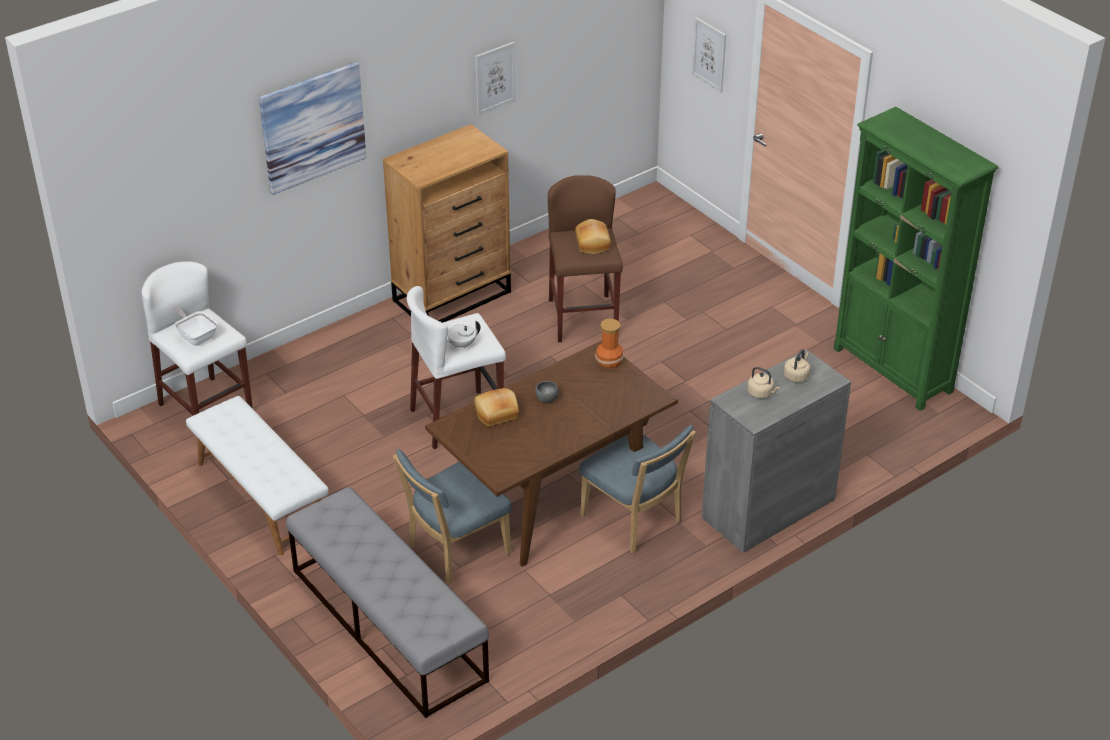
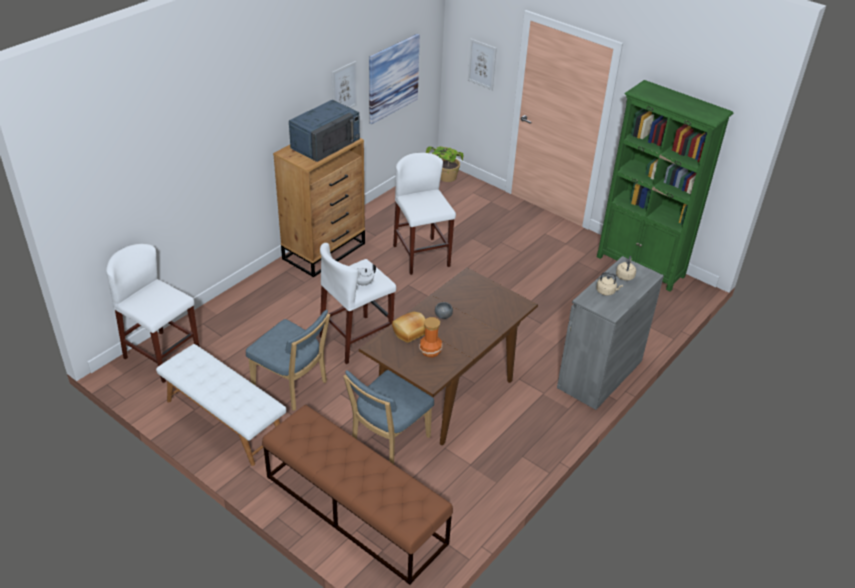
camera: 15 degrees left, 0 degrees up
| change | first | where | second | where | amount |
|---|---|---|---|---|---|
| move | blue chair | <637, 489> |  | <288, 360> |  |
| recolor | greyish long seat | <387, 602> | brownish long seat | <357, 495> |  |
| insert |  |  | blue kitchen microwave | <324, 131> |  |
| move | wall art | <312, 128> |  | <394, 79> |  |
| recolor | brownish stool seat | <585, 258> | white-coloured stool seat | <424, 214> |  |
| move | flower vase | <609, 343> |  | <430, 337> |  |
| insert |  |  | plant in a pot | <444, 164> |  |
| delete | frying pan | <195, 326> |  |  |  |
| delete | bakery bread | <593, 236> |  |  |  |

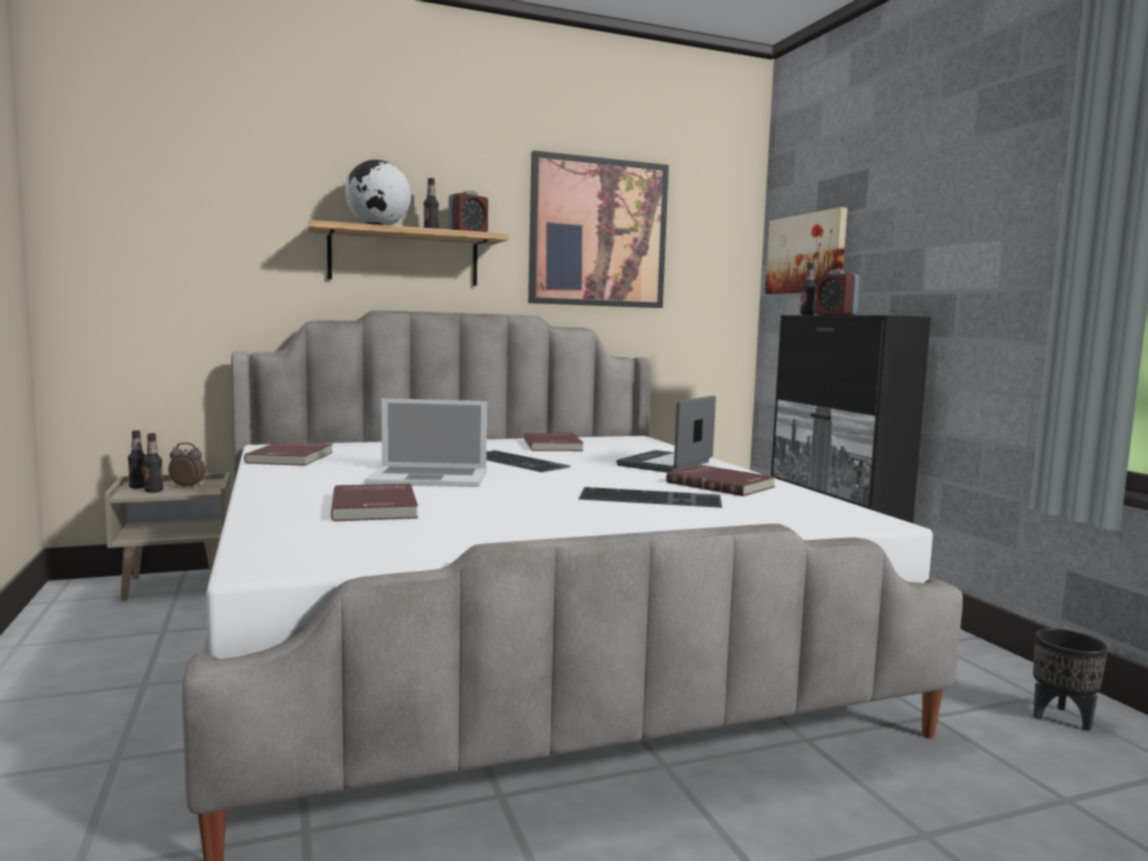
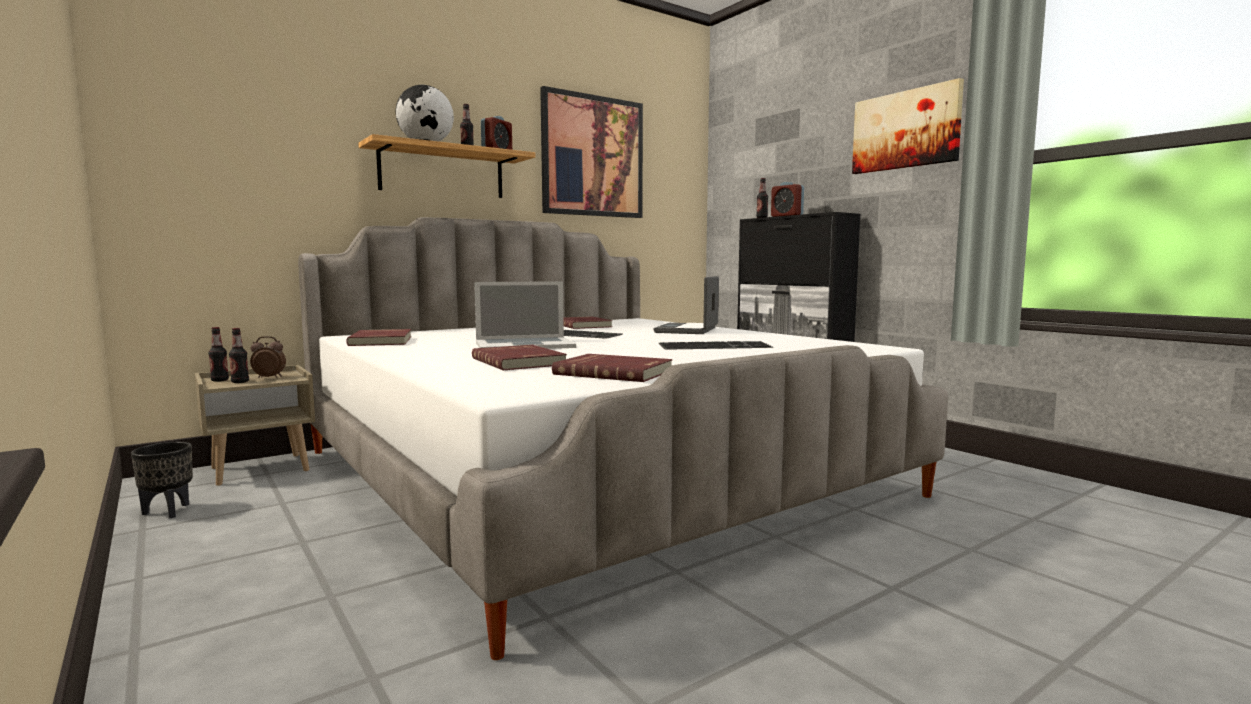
camera: 15 degrees left, 0 degrees up
| change | first | where | second | where | amount |
|---|---|---|---|---|---|
| move | black-coloured flower pot | <1070, 679> |  | <162, 480> |  |
| move | red bound book | <721, 480> |  | <612, 368> |  |
| move | wall art | <806, 250> |  | <908, 126> |  |

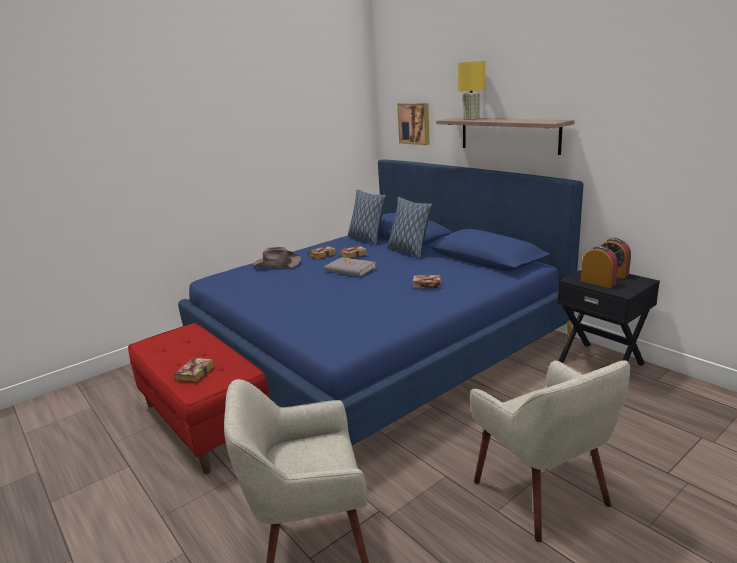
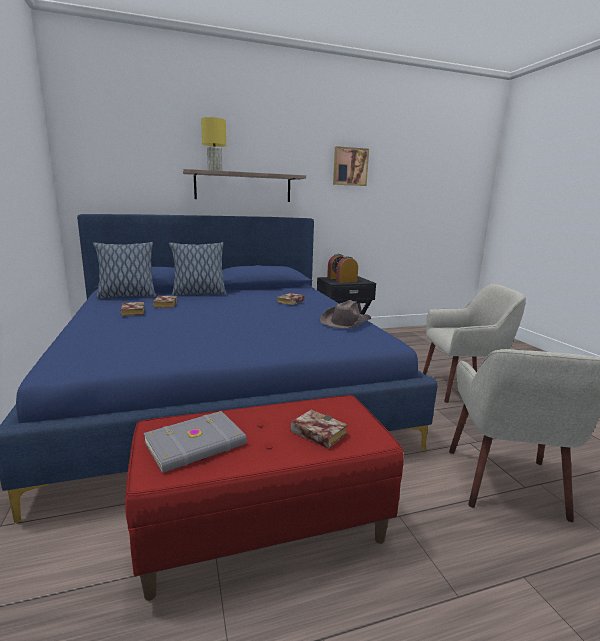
camera: 70 degrees left, 5 degrees down
| change | first | where | second | where | amount |
|---|---|---|---|---|---|
| move | greyish bound book | <350, 267> |  | <195, 442> |  |
| move | brownish hat | <277, 257> |  | <345, 314> |  |
| move | wall art | <413, 124> |  | <351, 166> |  |

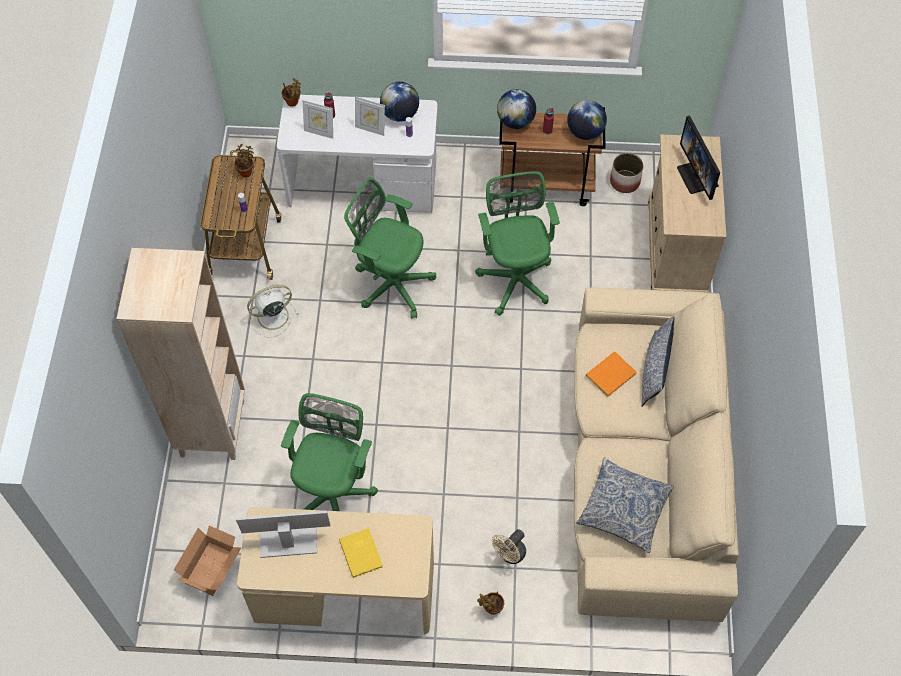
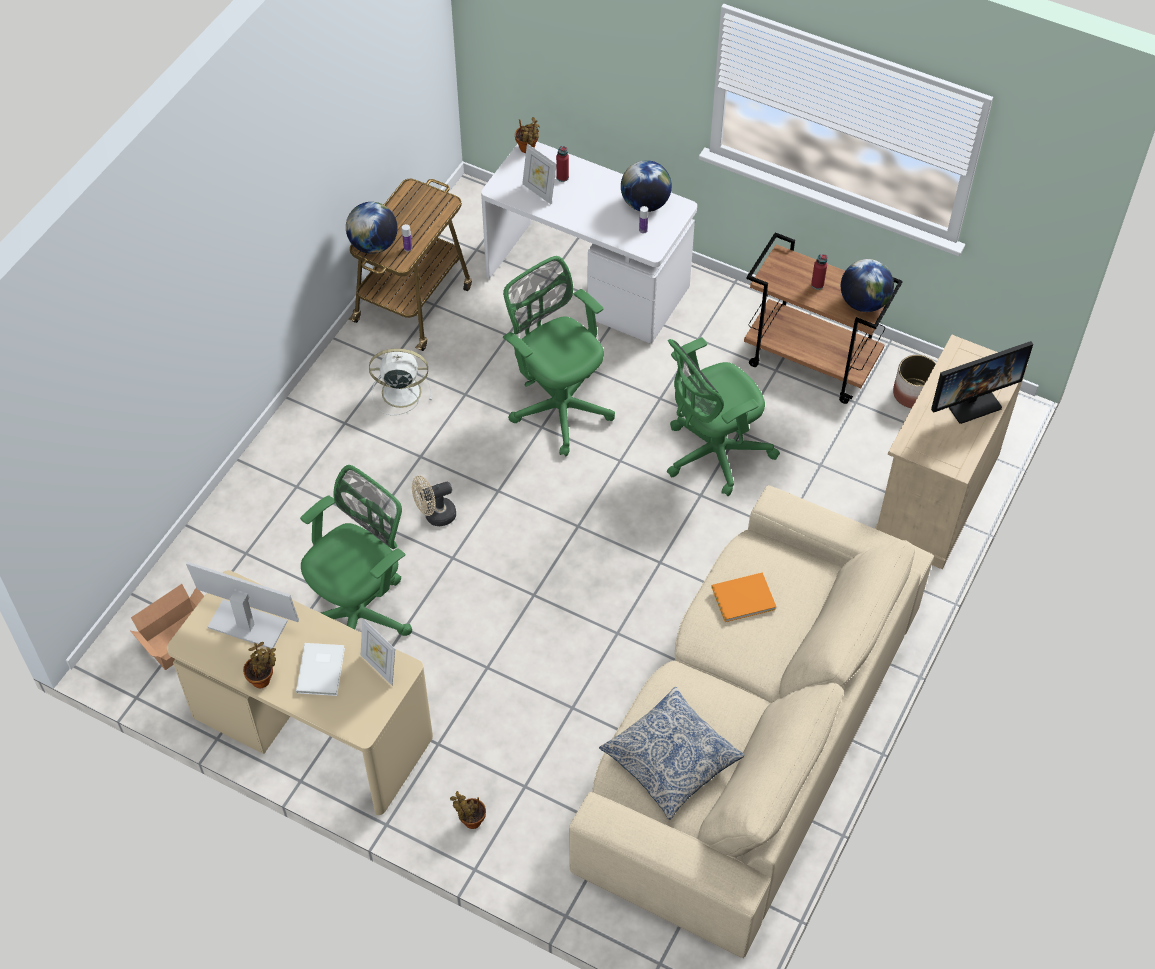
camera: 25 degrees right, 5 degrees down
| change | first | where | second | where | amount |
|---|---|---|---|---|---|
| move | plant in a pot | <244, 160> |  | <259, 665> |  |
| recolor | yellow-coloured bound book | <361, 553> | white-coloured bound book | <320, 669> |  |
| move | globe | <516, 109> |  | <372, 228> |  |
| move | photo frame | <370, 116> |  | <378, 652> |  |
| move | sand-coloured cooling fan | <509, 546> |  | <434, 500> |  |
| rotate | greenish computer chair | <517, 243> |  | <723, 416> | 135 degrees counterclockwise |
| rotate | computer display | <698, 157> |  | <982, 382> | 120 degrees counterclockwise |
| delete | sand-coloured shelving unit | <180, 354> |  |  |  |
| delete | cushion | <657, 361> |  |  |  |

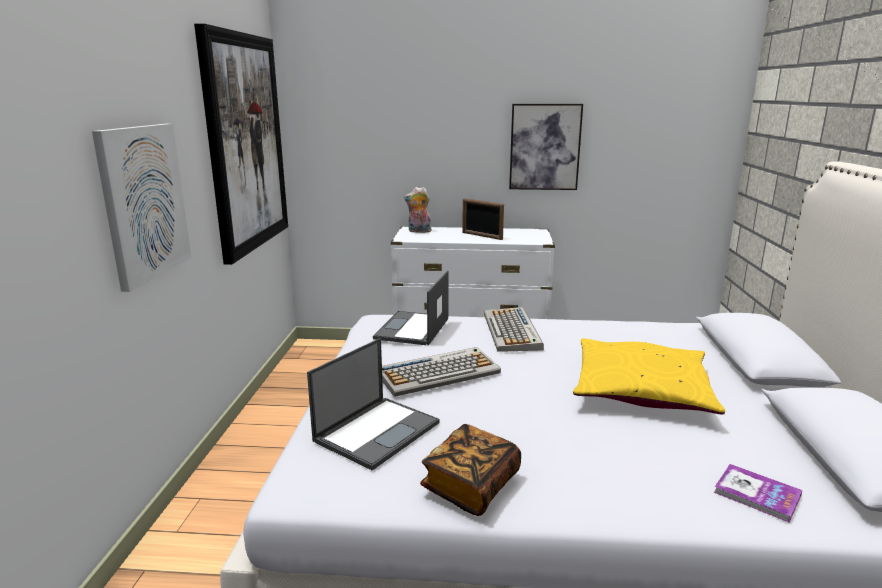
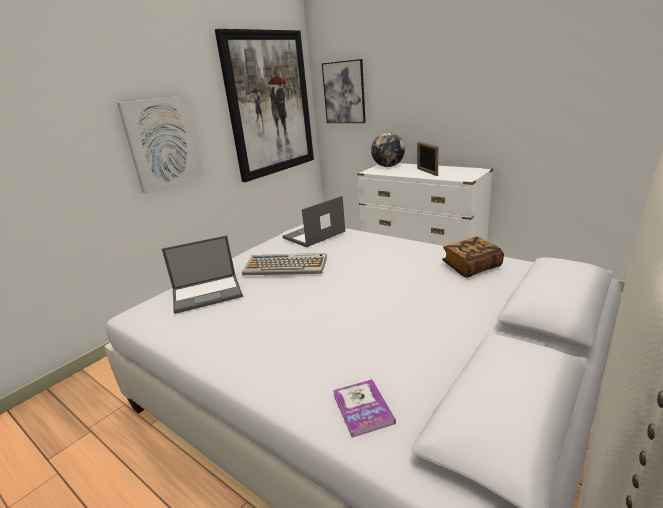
camera: 35 degrees right, 5 degrees up
| change | first | where | second | where | amount |
|---|---|---|---|---|---|
| move | wall art | <546, 147> |  | <344, 91> |  |
| replace | plush toy | <417, 210> | globe | <388, 149> |  |
| move | bound book | <470, 470> |  | <473, 257> |  |
| delete | keyboard | <514, 329> |  |  |  |
| delete | yellow-coloured cushion | <649, 376> |  |  |  |

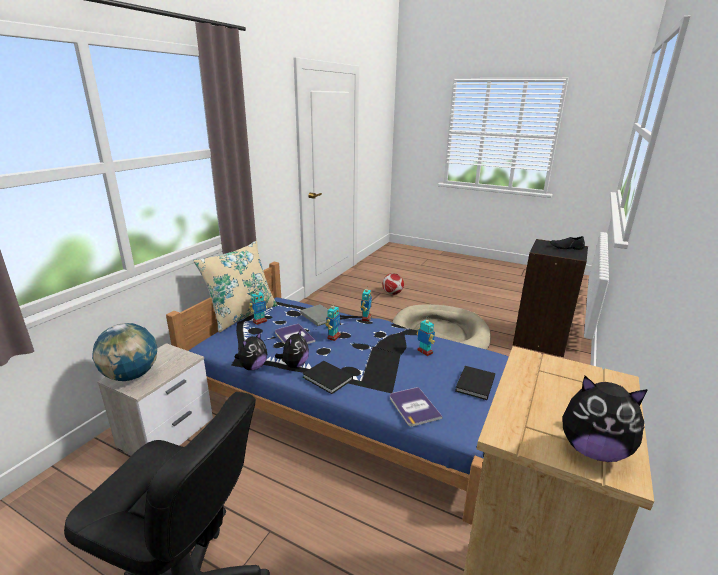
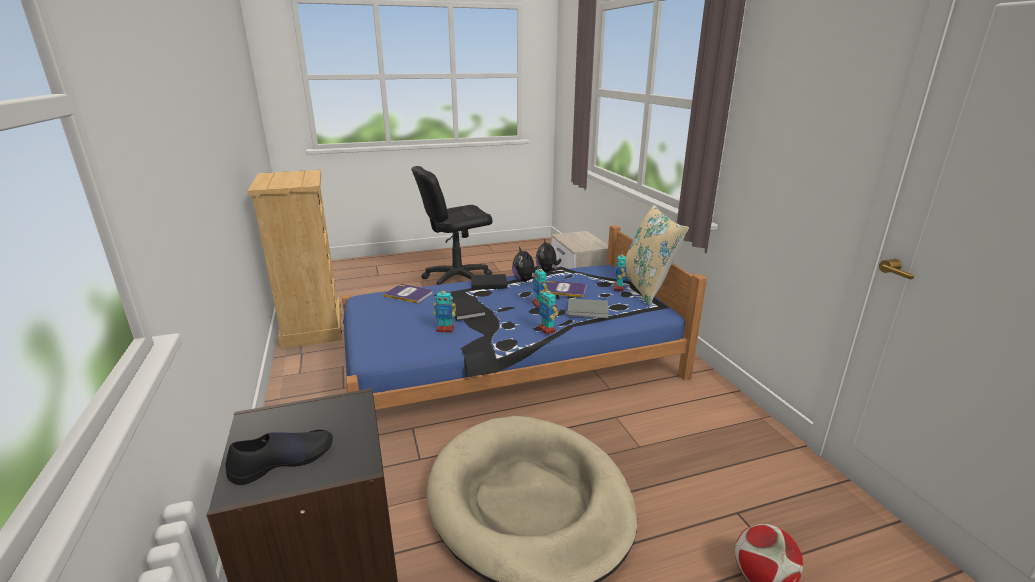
camera: 135 degrees right, 0 degrees up
| change | first | where | second | where | amount |
|---|---|---|---|---|---|
| move | black-coloured bound book | <475, 383> |  | <468, 308> |  |
| delete | globe | <124, 352> |  |  |  |
| delete | plush toy | <605, 419> |  |  |  |

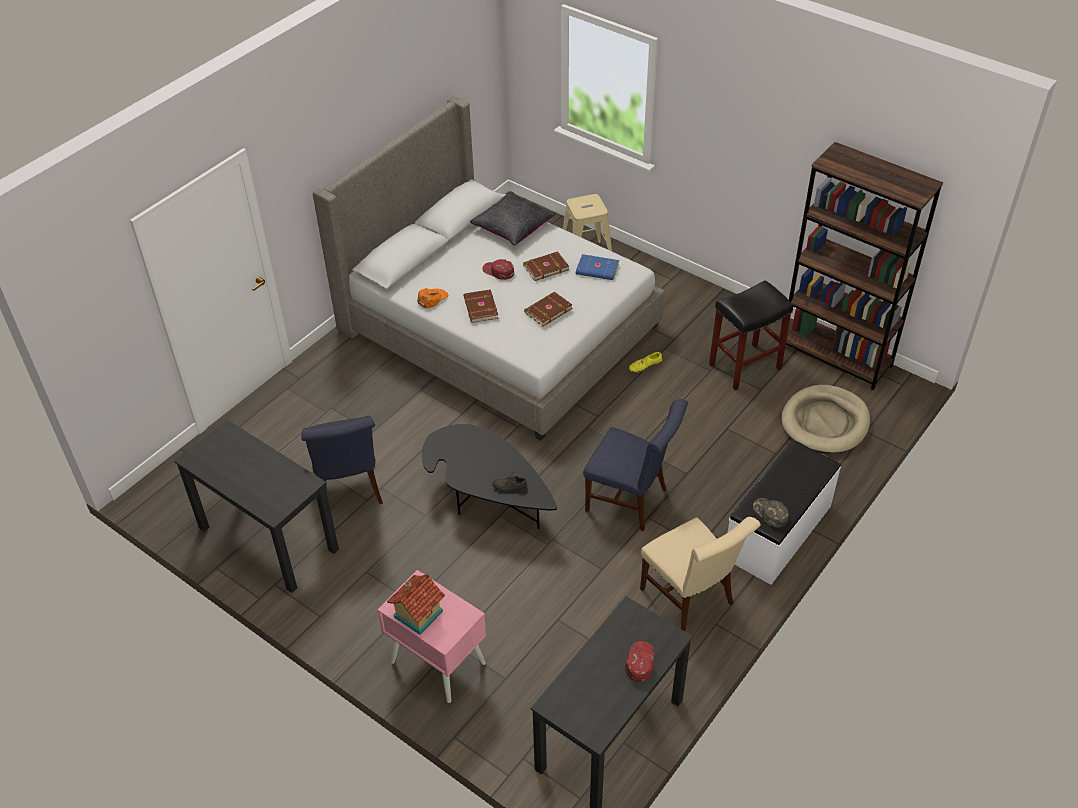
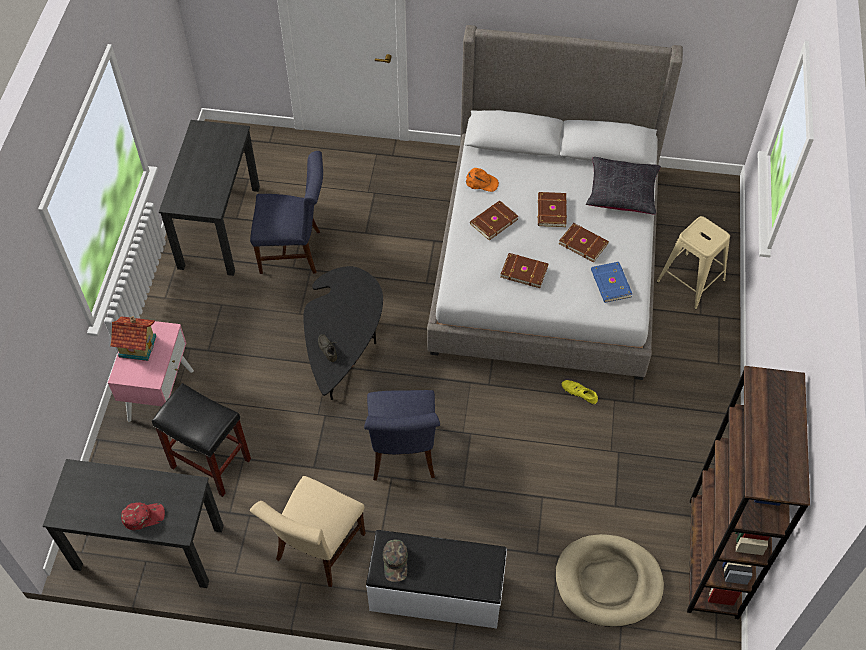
camera: 60 degrees right, 10 degrees up
| change | first | where | second | where | amount |
|---|---|---|---|---|---|
| move | black-coloured stool seat | <751, 335> |  | <201, 440> |  |
| rotate | blue chair | <342, 460> |  | <286, 212> | 135 degrees counterclockwise |
| rotate | greenish baseball cap | <771, 513> |  | <395, 560> | 150 degrees clockwise |
| replace | red baseball cap | <498, 269> | brownish bound book | <552, 209> |  |

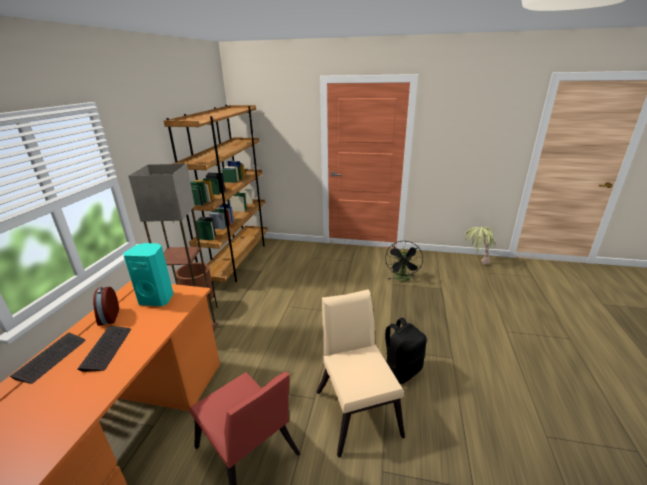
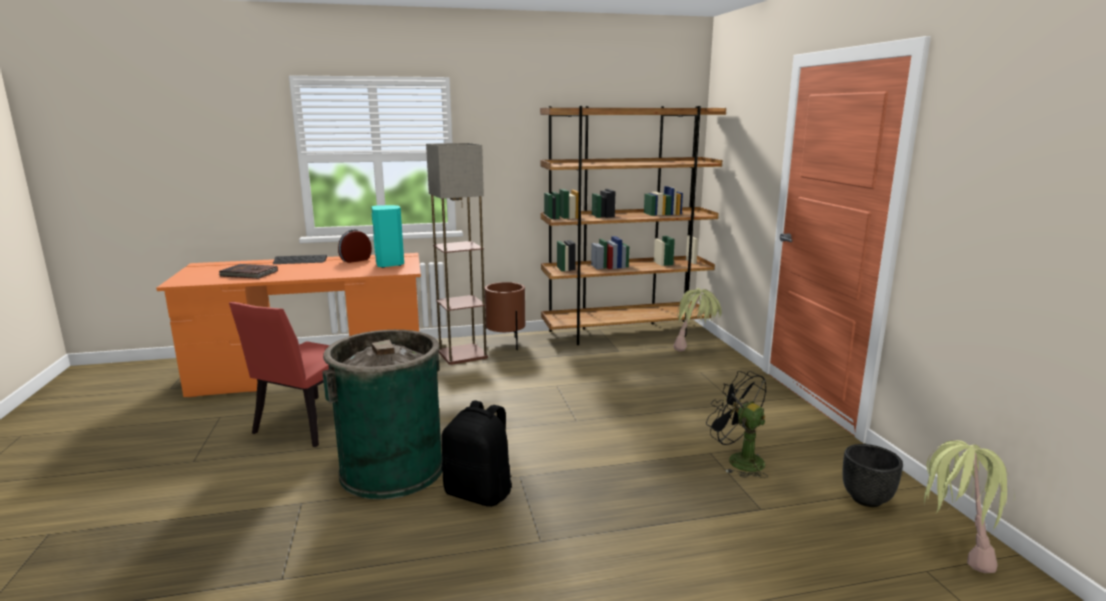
camera: 65 degrees right, 10 degrees down
| change | first | where | second | where | amount |
|---|---|---|---|---|---|
| insert |  |  | brownish bound book | <248, 271> |  |
| replace | sand-coloured chair | <360, 373> | greenish rubbish bin | <382, 415> |  |
| insert |  |  | plant in a pot | <697, 319> |  |
| rotate | black-coloured cooling fan | <404, 261> |  | <737, 424> | 60 degrees clockwise |
| insert |  |  | black-coloured flower pot | <873, 475> |  |
| delete | keyboard | <104, 349> |  |  |  |

